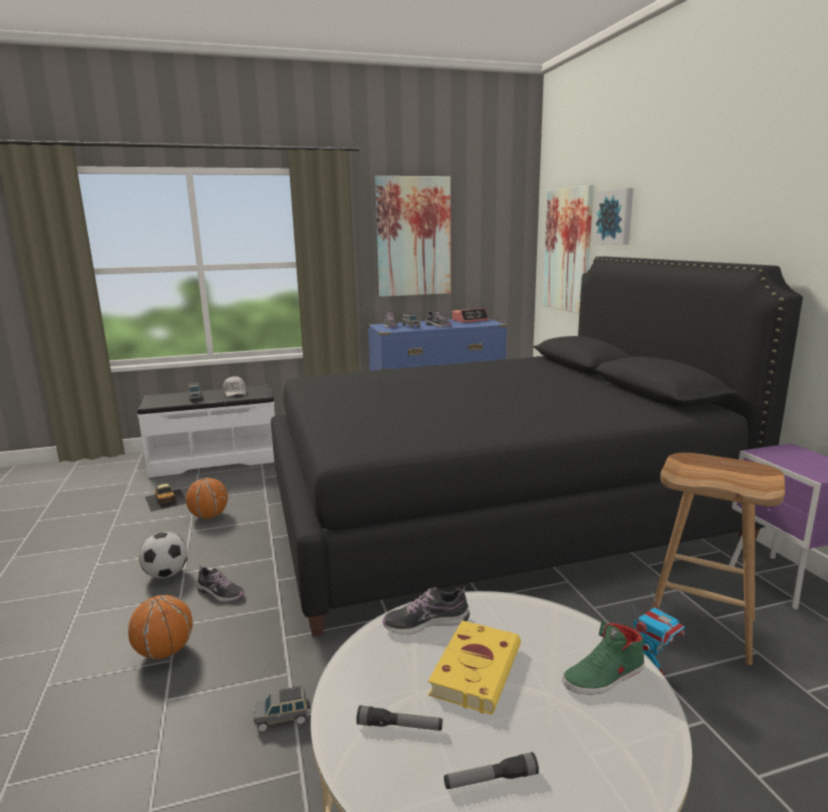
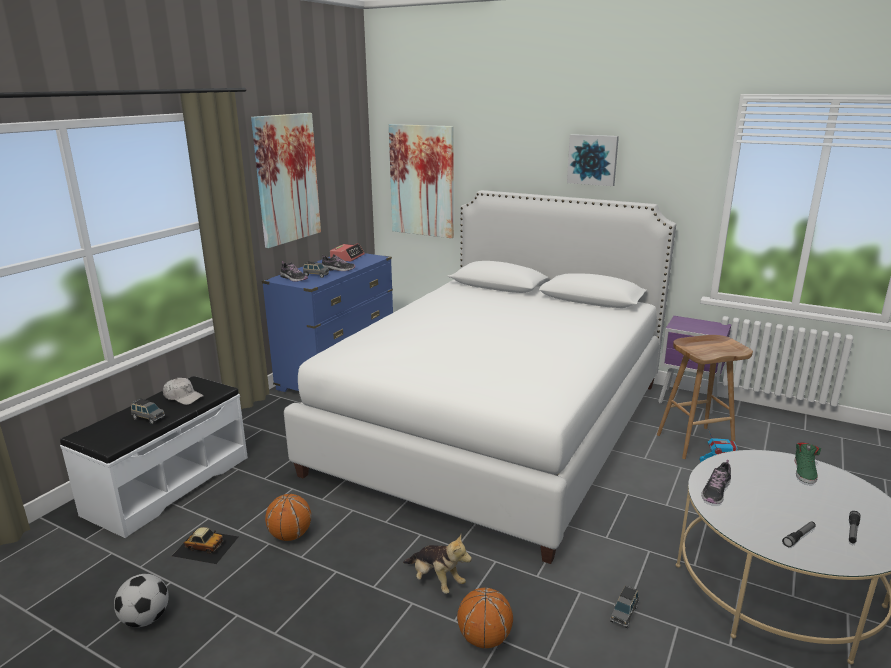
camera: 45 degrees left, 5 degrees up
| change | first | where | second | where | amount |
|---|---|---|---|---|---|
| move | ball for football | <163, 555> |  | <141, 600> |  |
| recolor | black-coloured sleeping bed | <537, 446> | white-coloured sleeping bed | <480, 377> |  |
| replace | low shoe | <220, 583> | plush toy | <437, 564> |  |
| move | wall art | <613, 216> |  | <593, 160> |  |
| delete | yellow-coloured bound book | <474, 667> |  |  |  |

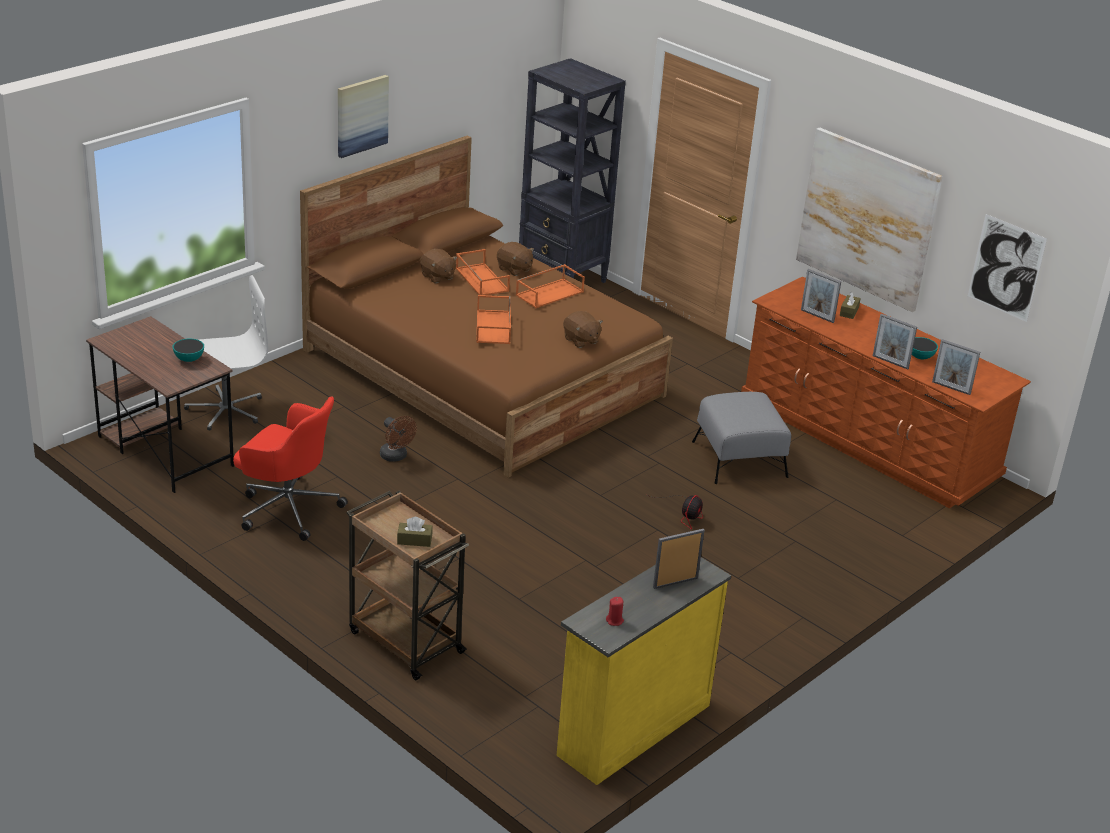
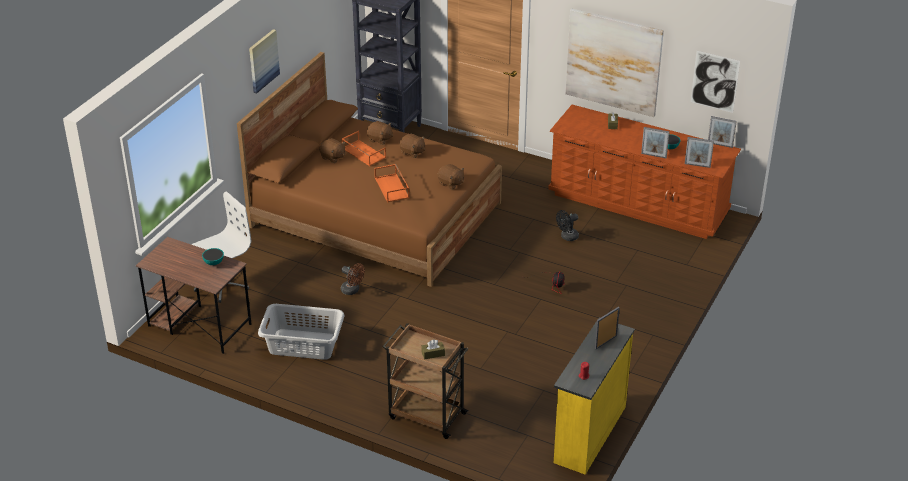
camera: 15 degrees left, 5 degrees up
| change | first | where | second | where | amount |
|---|---|---|---|---|---|
| replace | red computer chair | <290, 469> | greyish washing basket | <301, 332> |  |
| replace | orangey serving tray | <550, 286> | brownish plush toy | <412, 146> |  |
| replace | greyish pouffe | <741, 438> | black-coloured cooling fan | <567, 225> |  |
| move | photo frame | <821, 296> |  | <722, 132> |  |

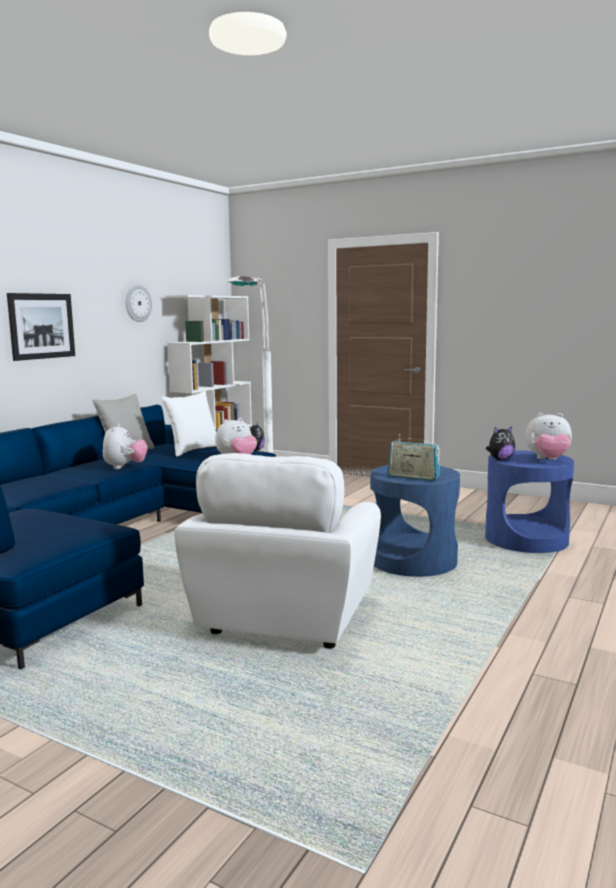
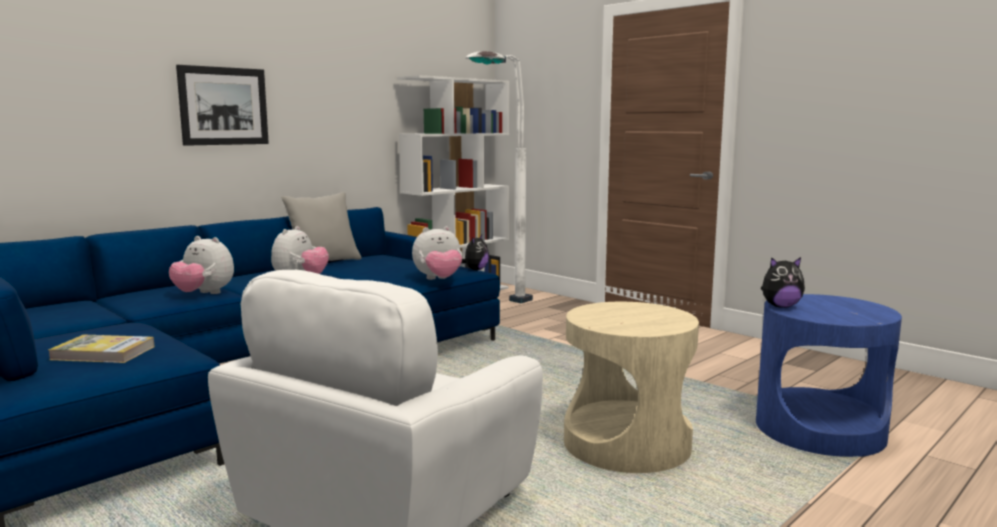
camera: 15 degrees right, 0 degrees up
| change | first | where | second | where | amount |
|---|---|---|---|---|---|
| insert |  |  | bound book | <101, 349> |  |
| move | plush toy | <548, 436> |  | <201, 265> |  |
| recolor | blue accent table | <415, 521> | sand-coloured accent table | <631, 387> |  |
| delete | clock on the wall | <139, 303> |  |  |  |
| delete | white-coloured cushion | <188, 424> |  |  |  |
| delete | radio receiver | <413, 457> |  |  |  |

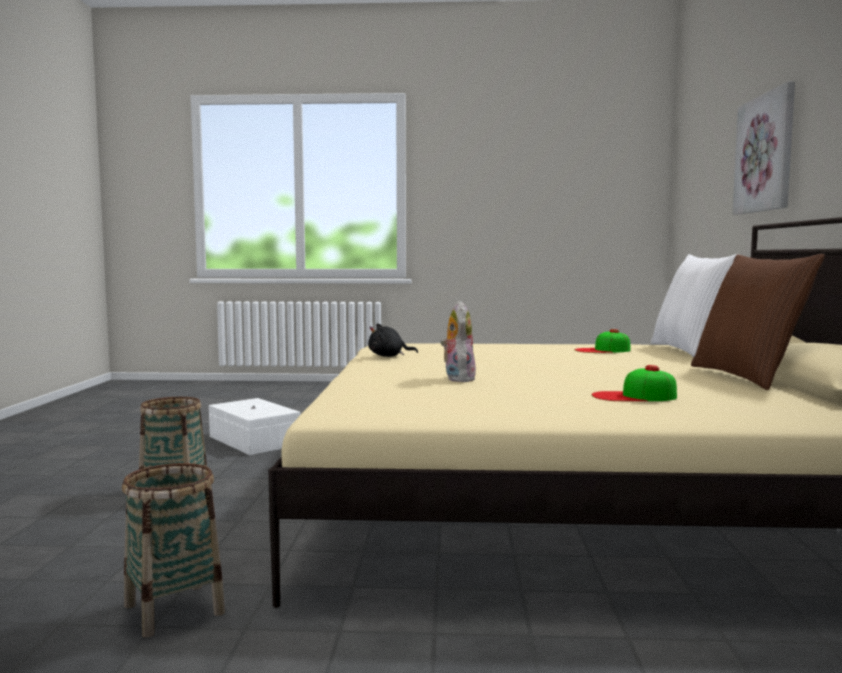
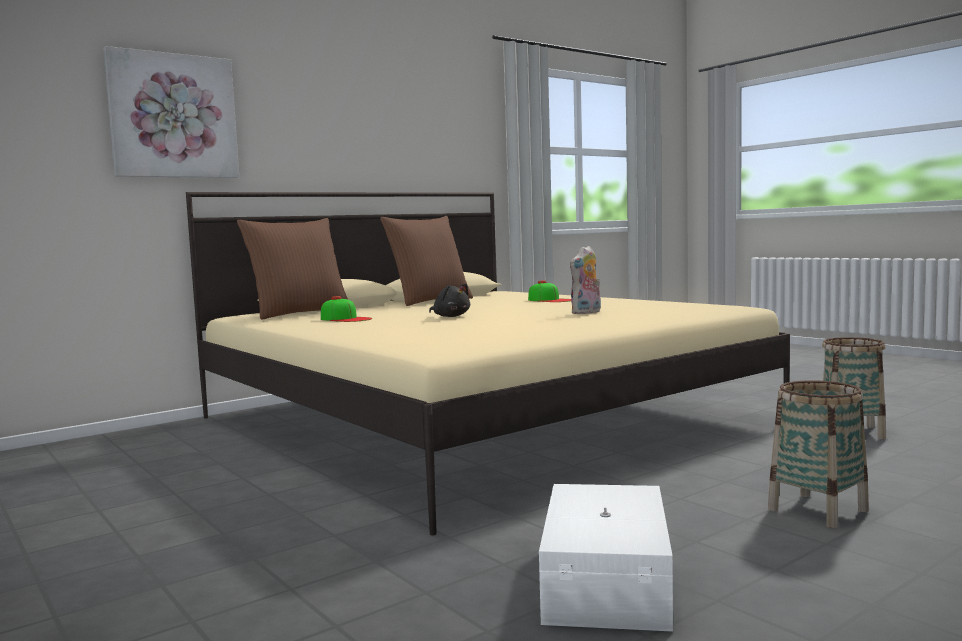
camera: 130 degrees left, 0 degrees up
| change | first | where | second | where | amount |
|---|---|---|---|---|---|
| recolor | white-coloured cushion | <695, 305> | brownish cushion | <292, 269> |  |
| move | black-coloured plush toy | <393, 340> |  | <449, 300> |  |

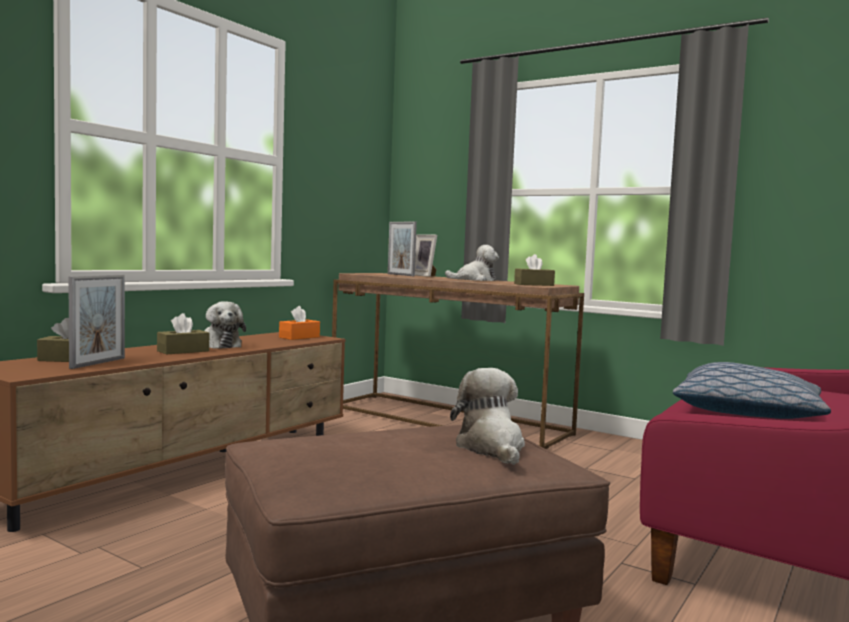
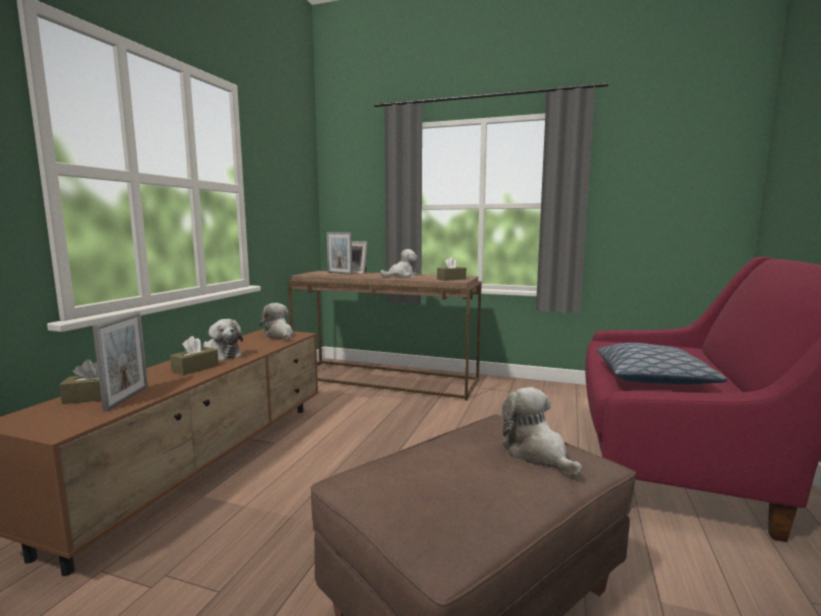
camera: 15 degrees left, 5 degrees up
| change | first | where | second | where | amount |
|---|---|---|---|---|---|
| replace | orangey tissue box | <299, 323> | plush toy | <276, 321> |  |

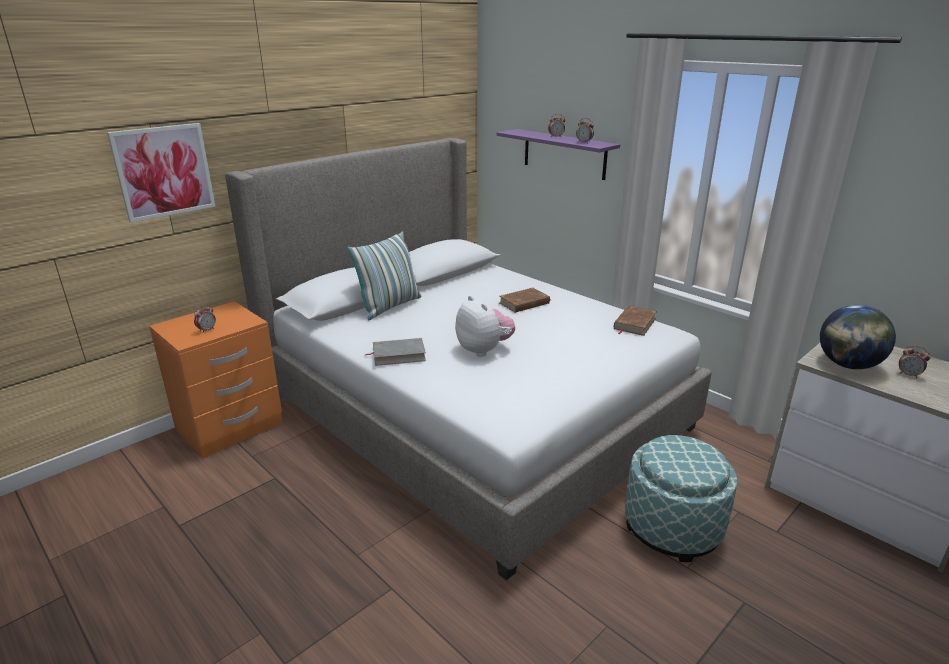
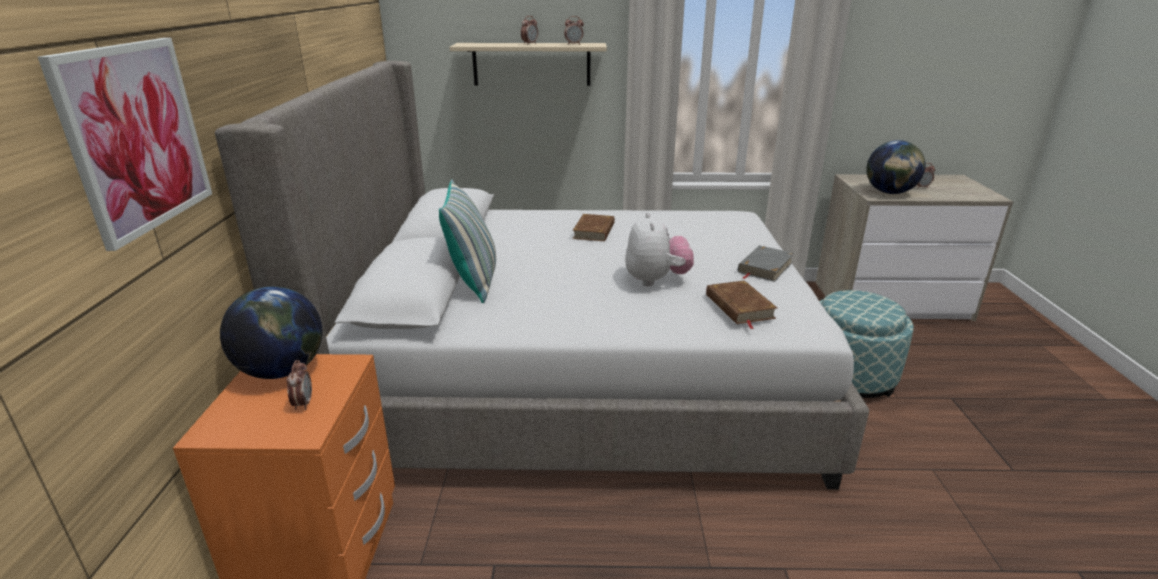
camera: 45 degrees left, 0 degrees up
| change | first | where | second | where | amount |
|---|---|---|---|---|---|
| insert |  |  | globe | <271, 332> |  |
| recolor | purple wall shelf | <558, 154> | sand-coloured wall shelf | <528, 64> |  |
| rotate | plush toy | <485, 326> |  | <659, 249> | 75 degrees clockwise |
| move | brownish bound book | <635, 320> |  | <741, 305> |  |
| move | greyish bound book | <395, 352> |  | <766, 263> |  |

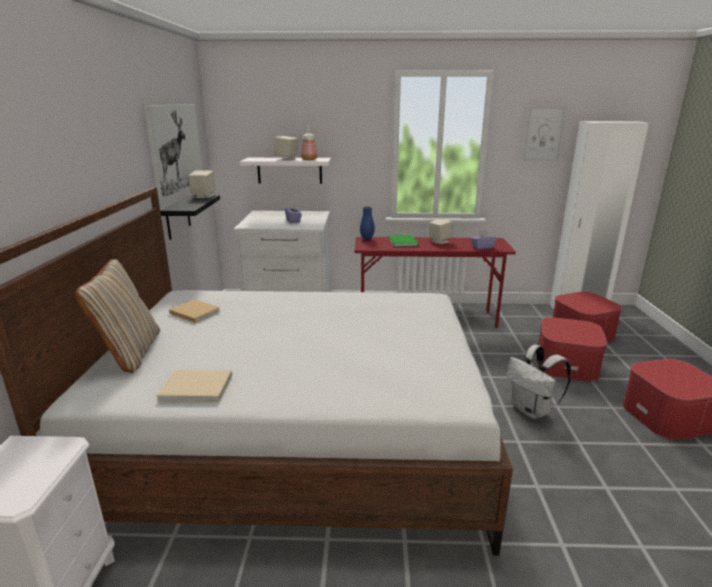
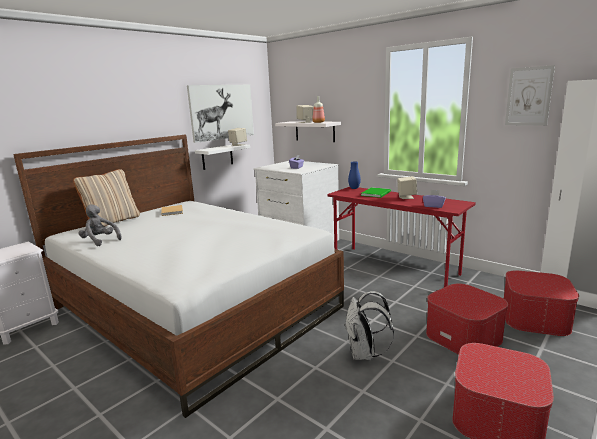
camera: 40 degrees right, 5 degrees down
| change | first | where | second | where | amount |
|---|---|---|---|---|---|
| replace | sand-coloured bound book | <194, 386> | greyish plush toy | <100, 225> |  |
| recolor | black-coloured wall shelf | <190, 217> | white-coloured wall shelf | <222, 157> |  |

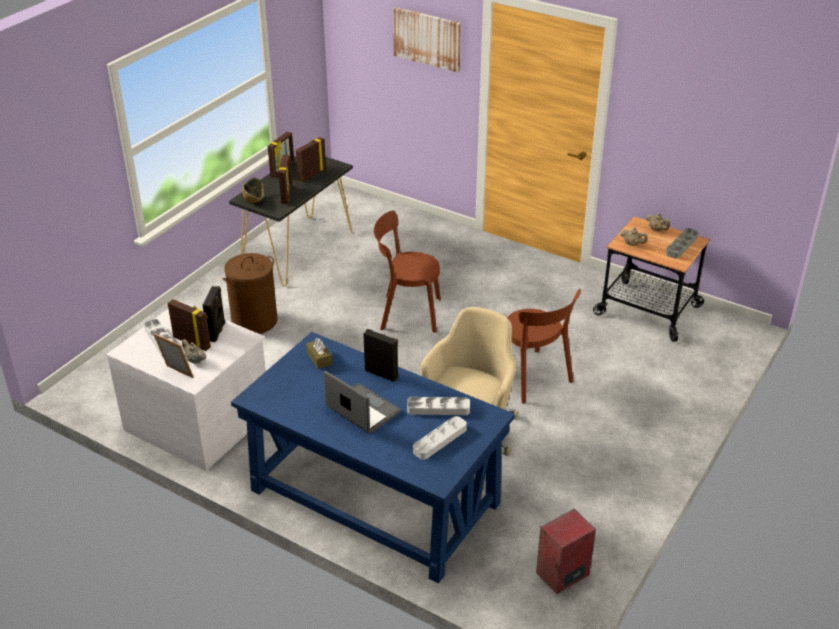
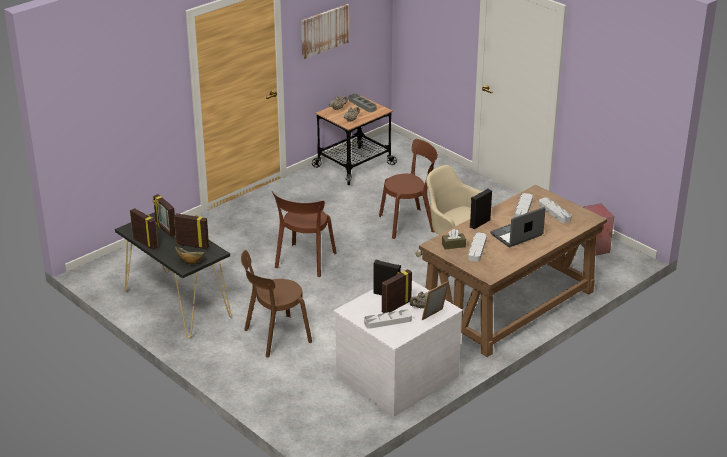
camera: 75 degrees left, 5 degrees down
| change | first | where | second | where | amount |
|---|---|---|---|---|---|
| replace | brownish washing basket | <250, 293> | brownish chair | <276, 304> |  |
| move | wall art | <427, 40> |  | <325, 31> |  |
| recolor | blue desk unit | <373, 457> | brownish desk unit | <513, 271> |  |
| insert |  |  | greyish serving tray | <477, 247> |  |

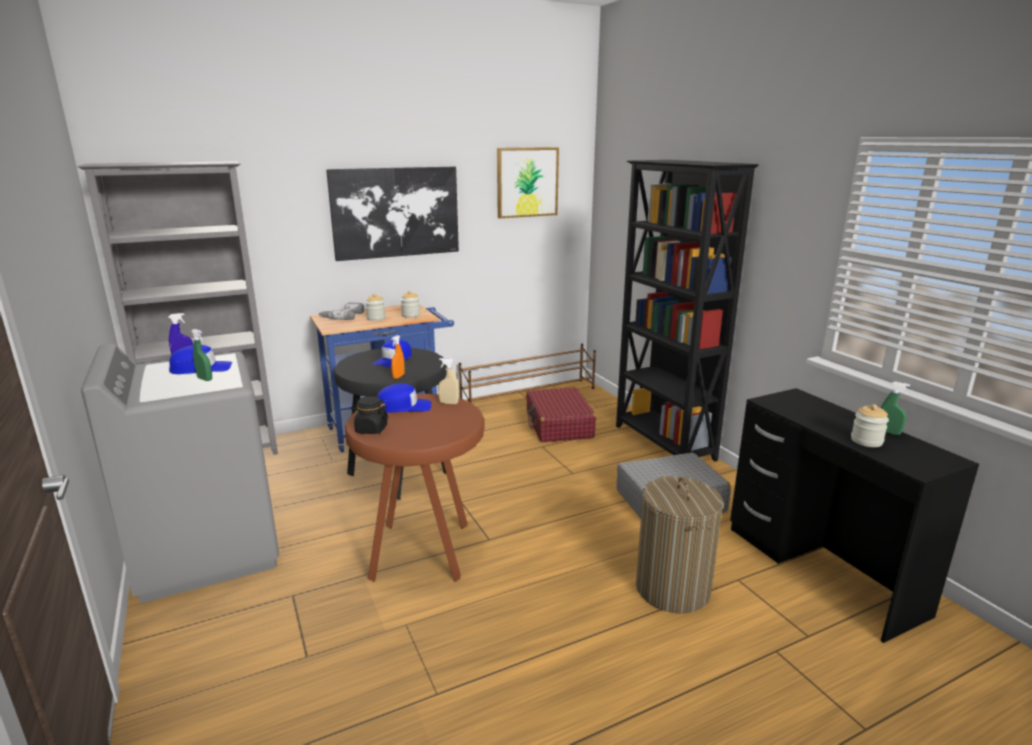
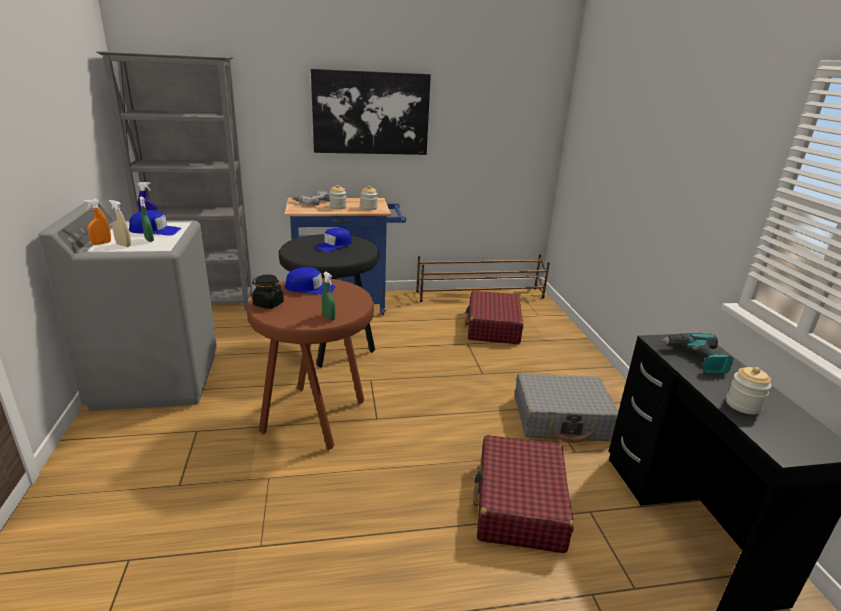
camera: 15 degrees right, 5 degrees up
| change | first | where | second | where | amount |
|---|---|---|---|---|---|
| move | orangey spray bottle | <398, 357> |  | <97, 222> |  |
| move | sand-coloured spray bottle | <448, 381> |  | <120, 223> |  |
| move | greenish spray bottle | <895, 408> |  | <328, 296> |  |
| replace | washing basket | <679, 544> | red suitcase | <523, 494> |  |
| insert |  |  | power drill | <697, 353> |  |
| delete | wall art | <528, 182> |  |  |  |
| delete | black-coloured shelving unit | <687, 311> |  |  |  |

